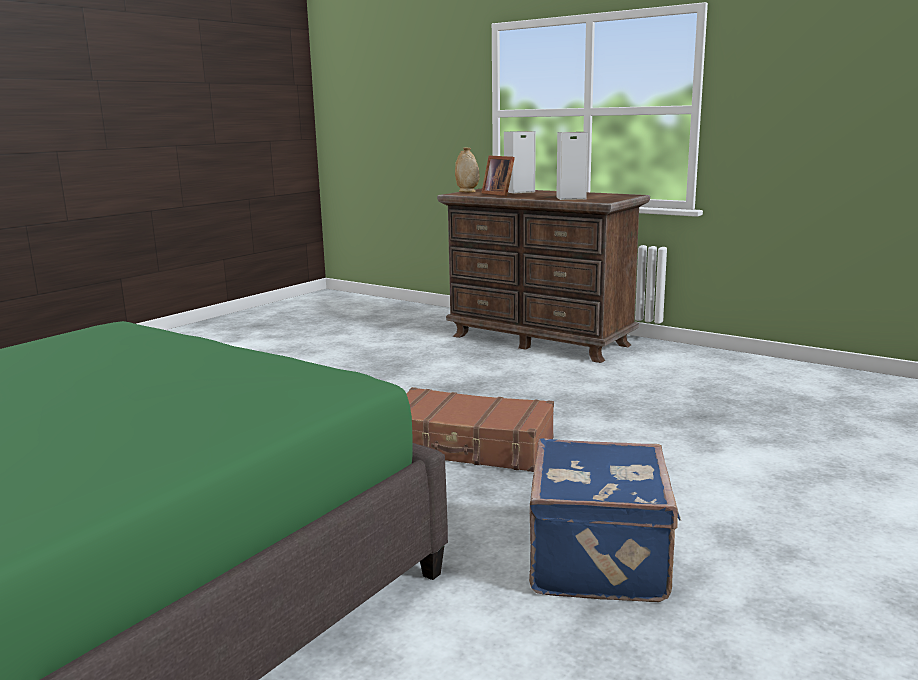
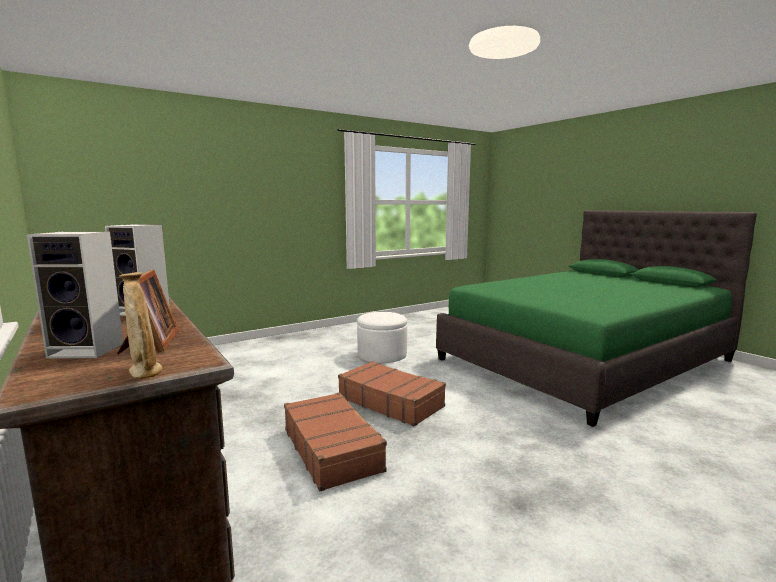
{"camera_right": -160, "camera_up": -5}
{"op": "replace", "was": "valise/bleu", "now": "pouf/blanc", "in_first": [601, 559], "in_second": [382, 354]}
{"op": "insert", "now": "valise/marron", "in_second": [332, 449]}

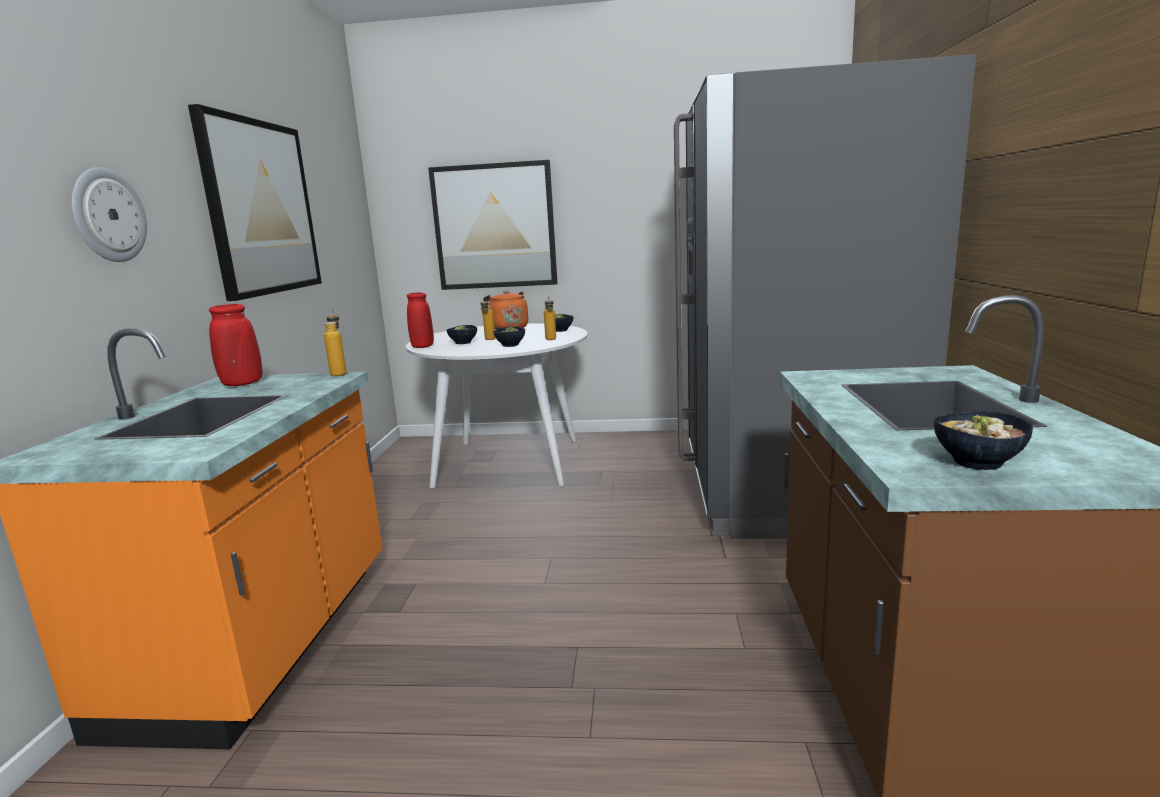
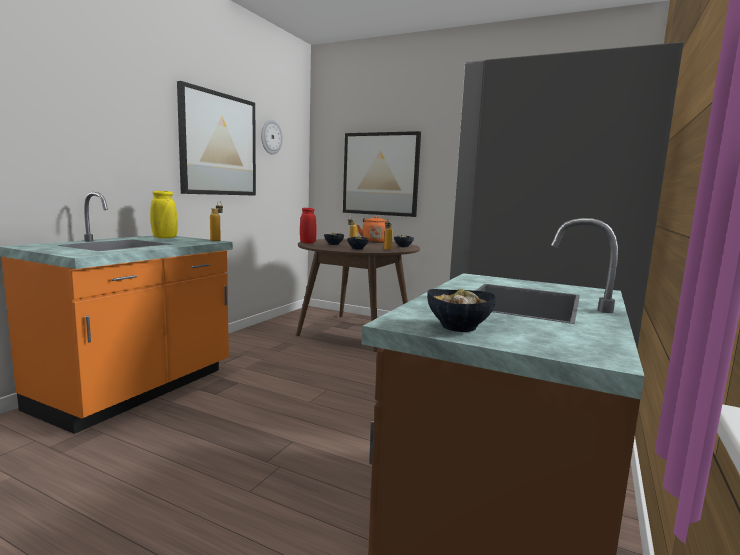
{"camera_right": 20, "camera_up": -5}
{"op": "move", "was": "horloge murale", "in_first": [108, 215], "in_second": [271, 137]}
{"op": "recolor", "was": "vase/rouge", "now": "vase/jaune", "in_first": [242, 384], "in_second": [164, 238]}
{"op": "recolor", "was": "table à manger/blanc", "now": "table à manger/marron", "in_first": [509, 463], "in_second": [356, 332]}

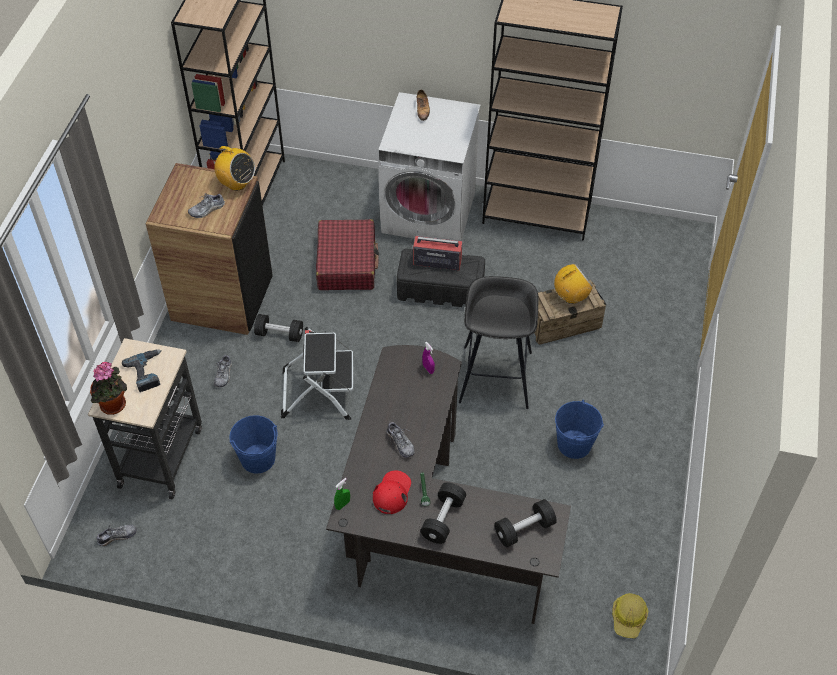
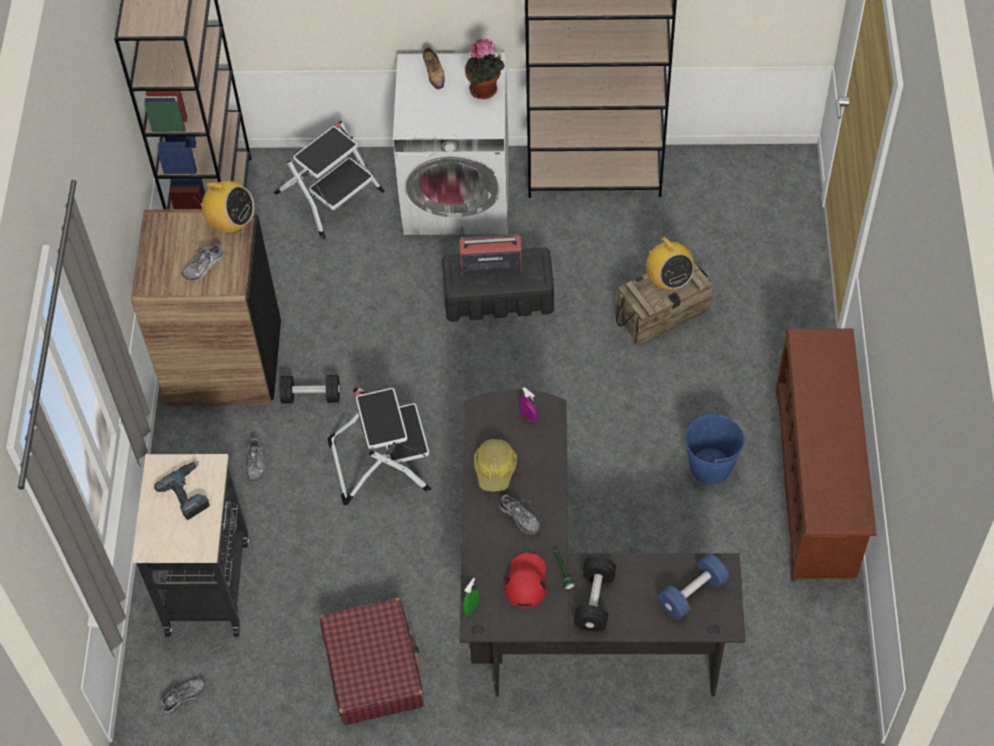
{"camera_right": -10, "camera_up": 5}
{"op": "move", "was": "valise/rouge", "in_first": [347, 263], "in_second": [373, 668]}
{"op": "rotate", "was": "radio", "in_first": [571, 297], "in_second": [668, 280], "clockwise": 105}
{"op": "delete", "was": "tabouret/noir", "in_first": [496, 377]}
{"op": "move", "was": "plante en pot", "in_first": [114, 406], "in_second": [485, 91]}
{"op": "delete", "was": "seau/bleu", "in_first": [258, 459]}
{"op": "recolor", "was": "haltère/noir", "now": "haltère/bleu", "in_first": [524, 529], "in_second": [692, 593]}
{"op": "move", "was": "casque de chantier", "in_first": [628, 617], "in_second": [495, 468]}
{"op": "insert", "now": "escabeau", "in_second": [328, 194]}
{"op": "insert", "now": "étagère à chaussures/marron", "in_second": [817, 483]}

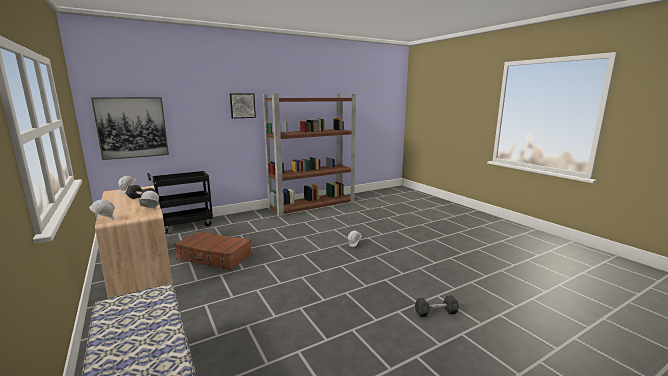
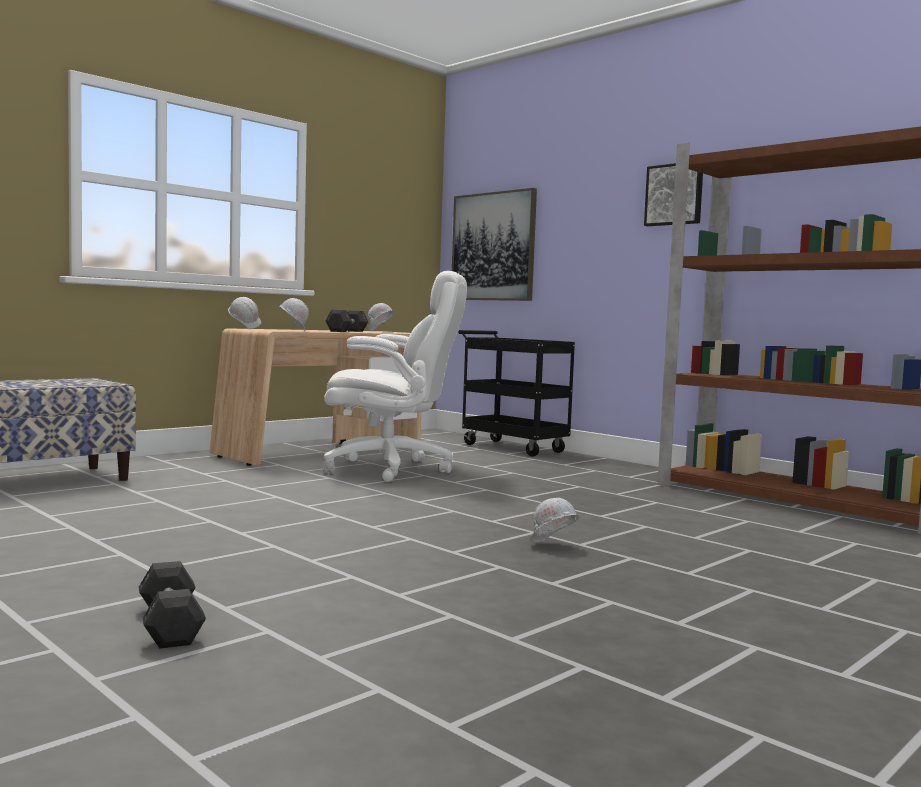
{"camera_right": 75, "camera_up": -10}
{"op": "replace", "was": "valise/marron", "now": "chaise de bureau/blanc", "in_first": [214, 257], "in_second": [394, 470]}

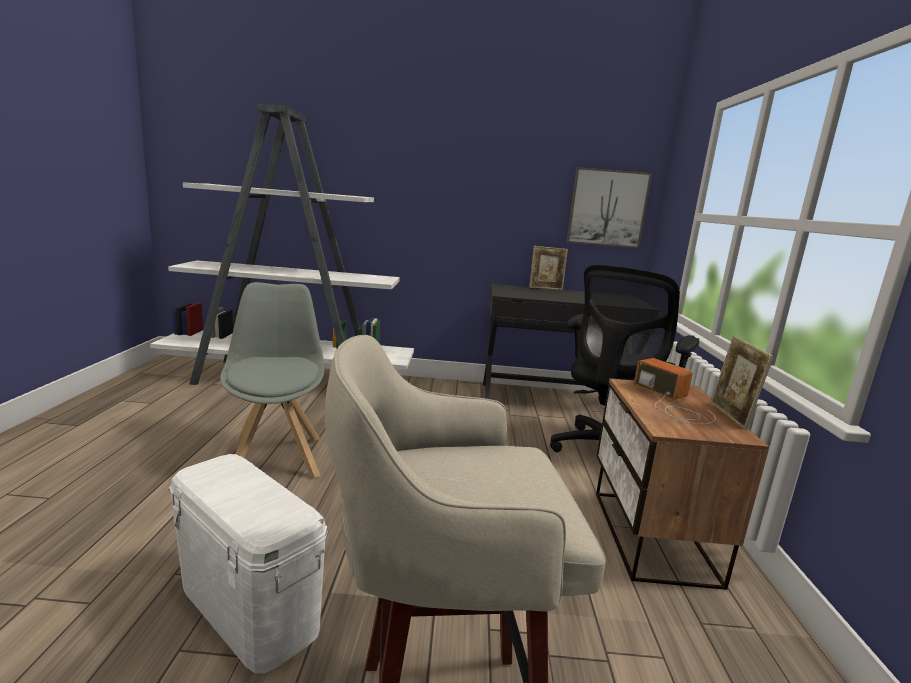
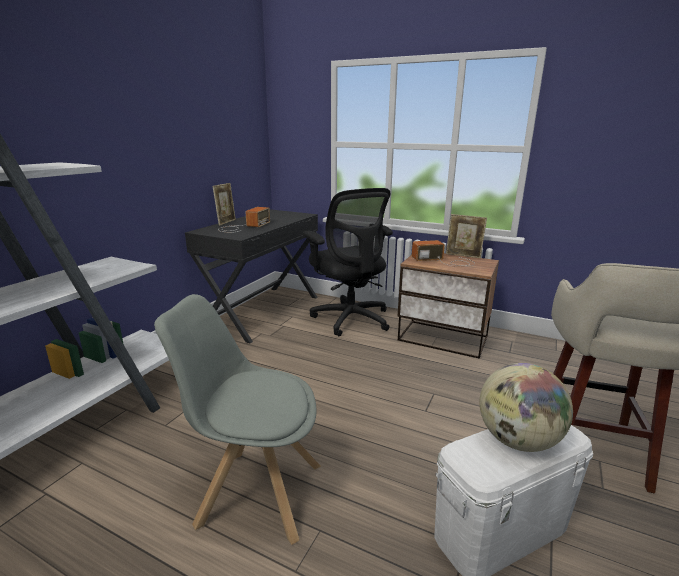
{"camera_right": -65, "camera_up": 5}
{"op": "delete", "was": "tableau", "in_first": [607, 208]}
{"op": "insert", "now": "radio", "in_second": [243, 227]}
{"op": "insert", "now": "globe", "in_second": [517, 440]}

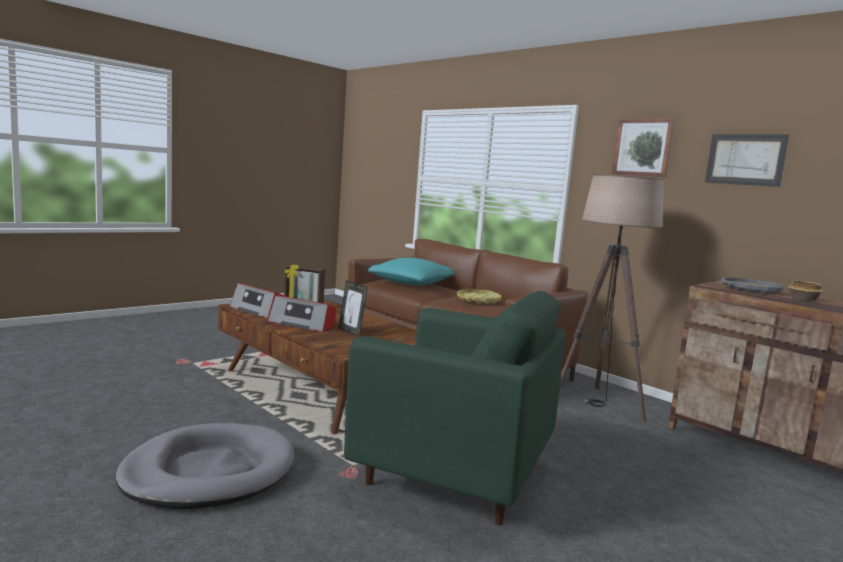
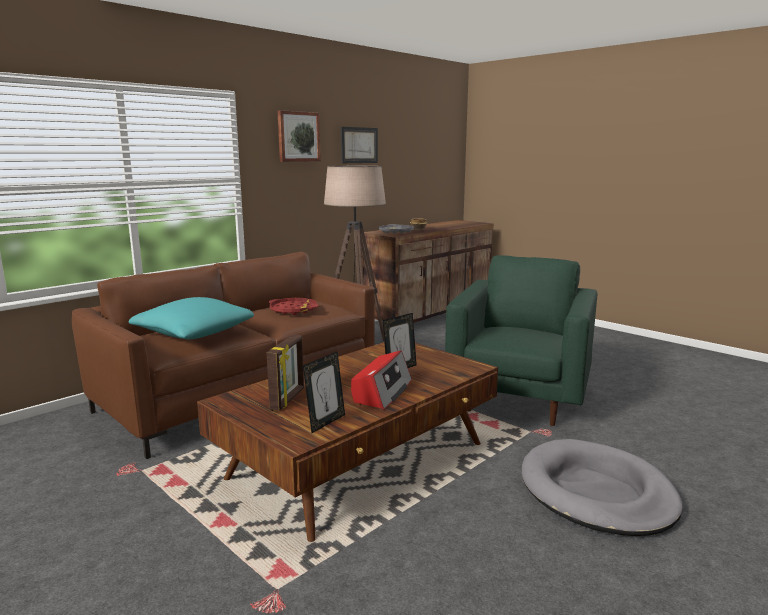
{"camera_right": -90, "camera_up": 5}
{"op": "replace", "was": "radio", "now": "cadre photo", "in_first": [259, 310], "in_second": [325, 422]}
{"op": "recolor", "was": "plateau/jaune", "now": "plateau/rouge", "in_first": [478, 300], "in_second": [293, 310]}

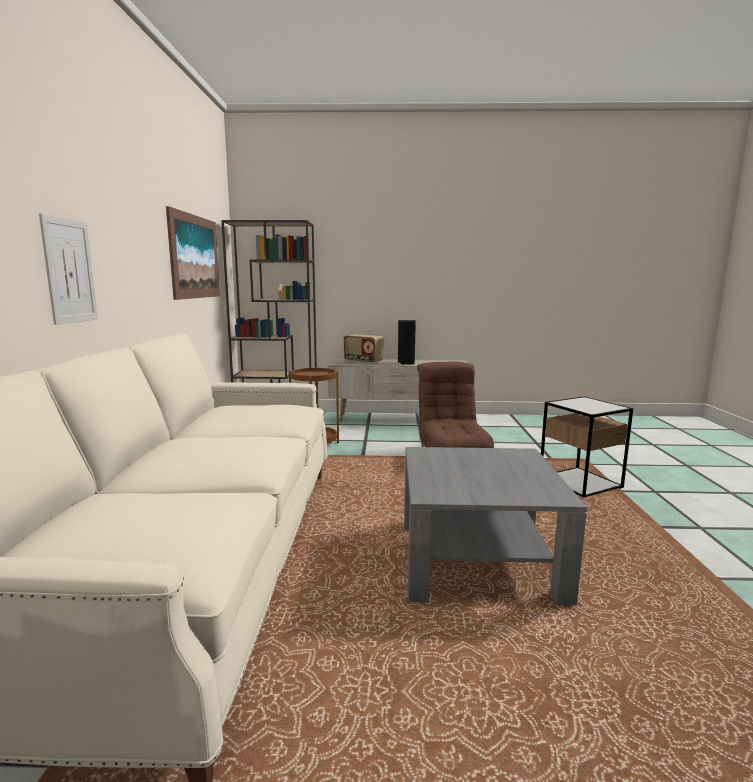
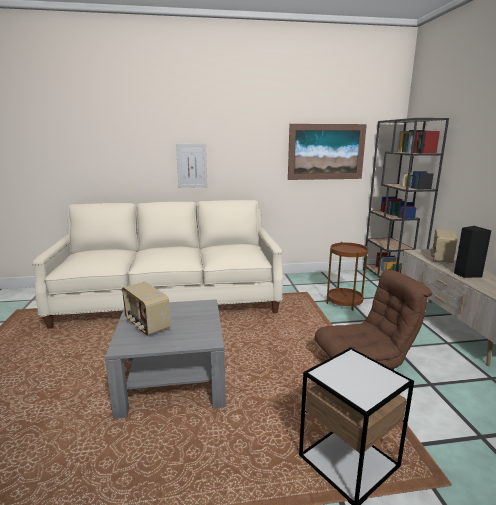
{"camera_right": 80, "camera_up": 5}
{"op": "insert", "now": "radio", "in_second": [146, 325]}

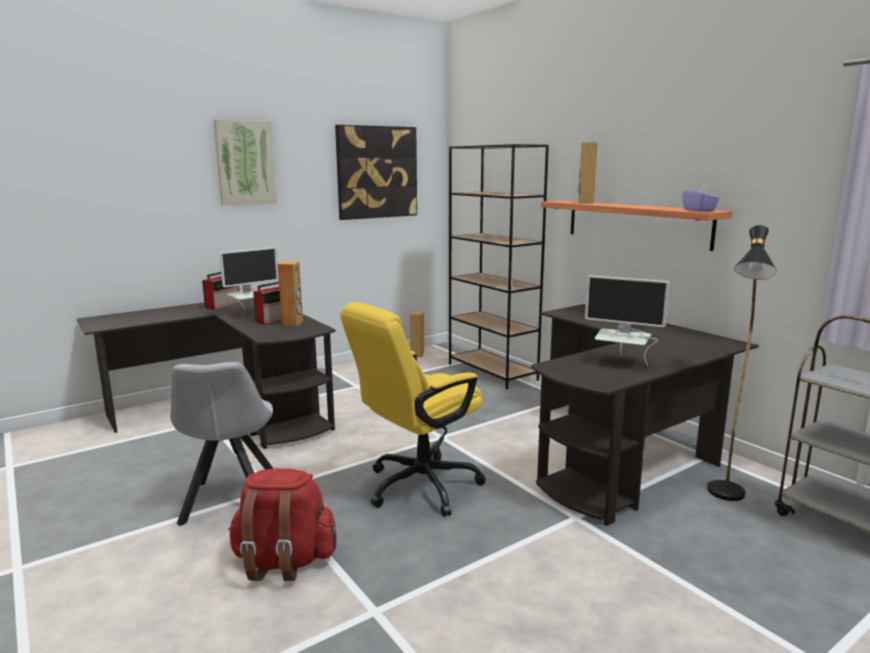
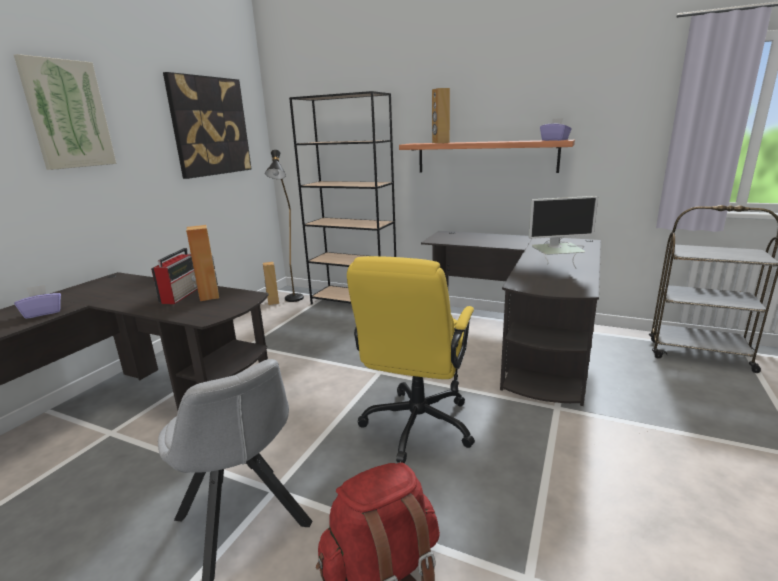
{"camera_right": -30, "camera_up": 5}
{"op": "move", "was": "lampadaire/noir", "in_first": [725, 498], "in_second": [293, 301]}
{"op": "delete", "was": "écran d'ordinateur", "in_first": [252, 314]}
{"op": "delete", "was": "radio", "in_first": [224, 305]}
{"op": "insert", "now": "boîte à mouchoirs/violet", "in_second": [43, 313]}

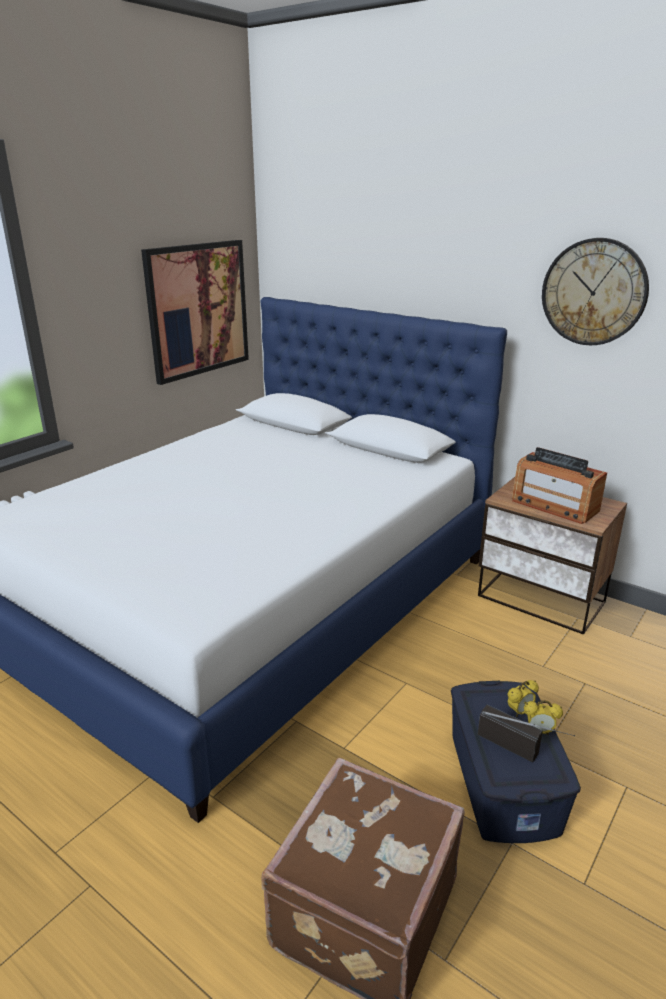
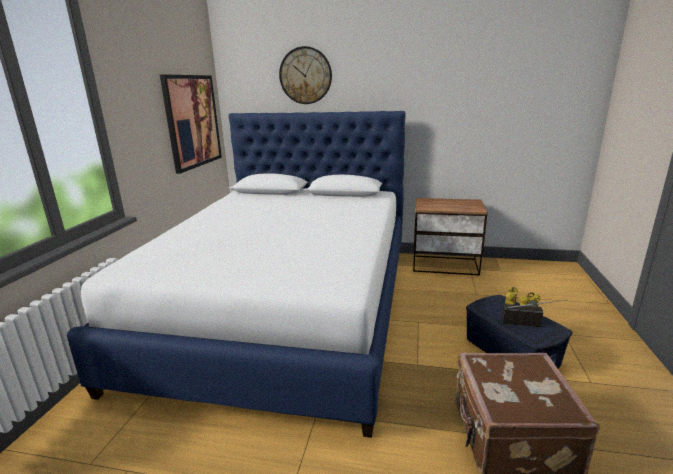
{"camera_right": -25, "camera_up": -5}
{"op": "move", "was": "horloge murale", "in_first": [594, 292], "in_second": [305, 75]}
{"op": "delete", "was": "radio", "in_first": [554, 506]}

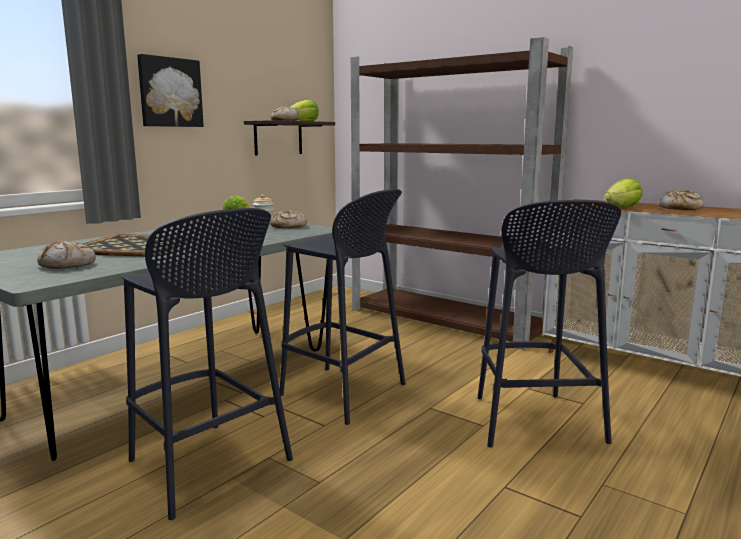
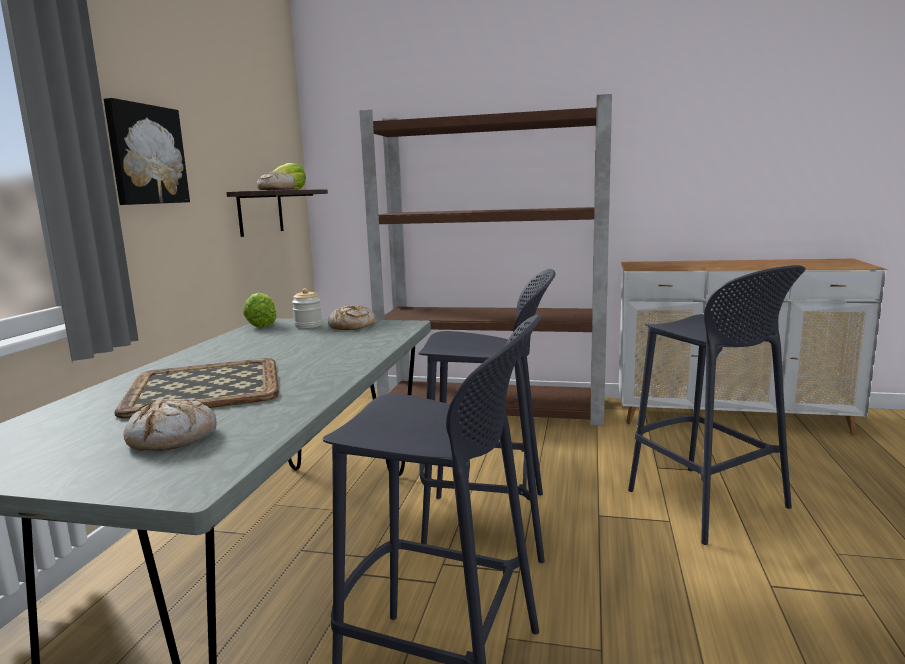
{"camera_right": -25, "camera_up": 0}
{"op": "delete", "was": "laitue", "in_first": [621, 207]}
{"op": "delete", "was": "pain", "in_first": [680, 208]}

